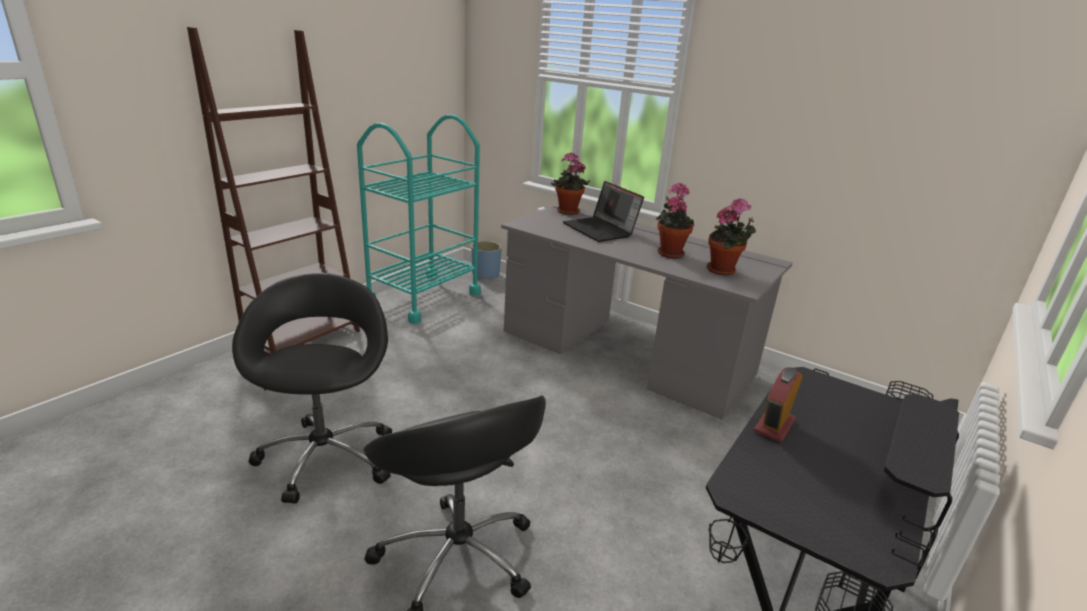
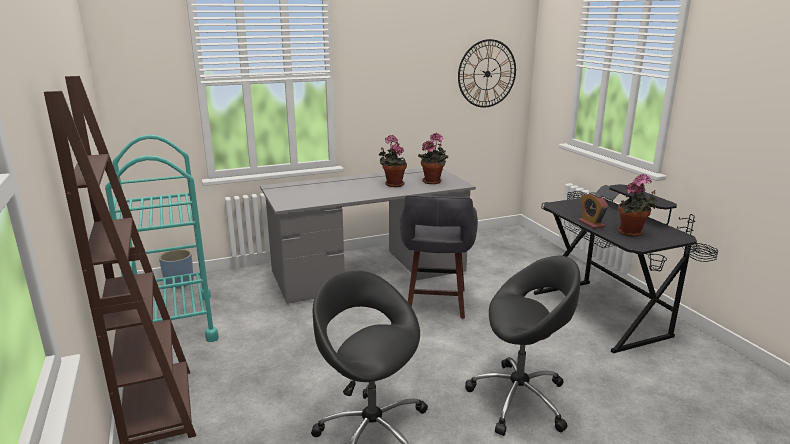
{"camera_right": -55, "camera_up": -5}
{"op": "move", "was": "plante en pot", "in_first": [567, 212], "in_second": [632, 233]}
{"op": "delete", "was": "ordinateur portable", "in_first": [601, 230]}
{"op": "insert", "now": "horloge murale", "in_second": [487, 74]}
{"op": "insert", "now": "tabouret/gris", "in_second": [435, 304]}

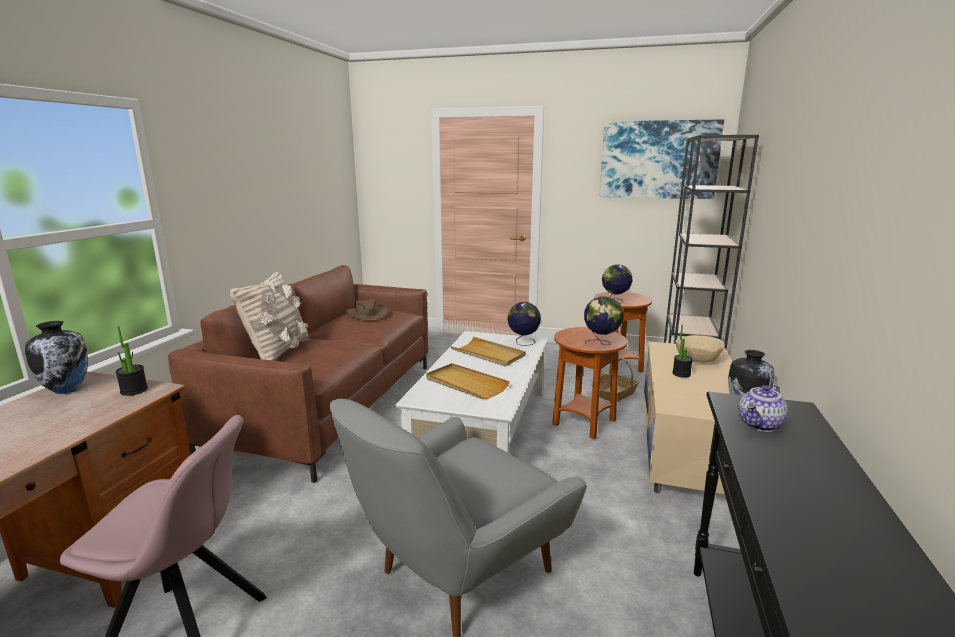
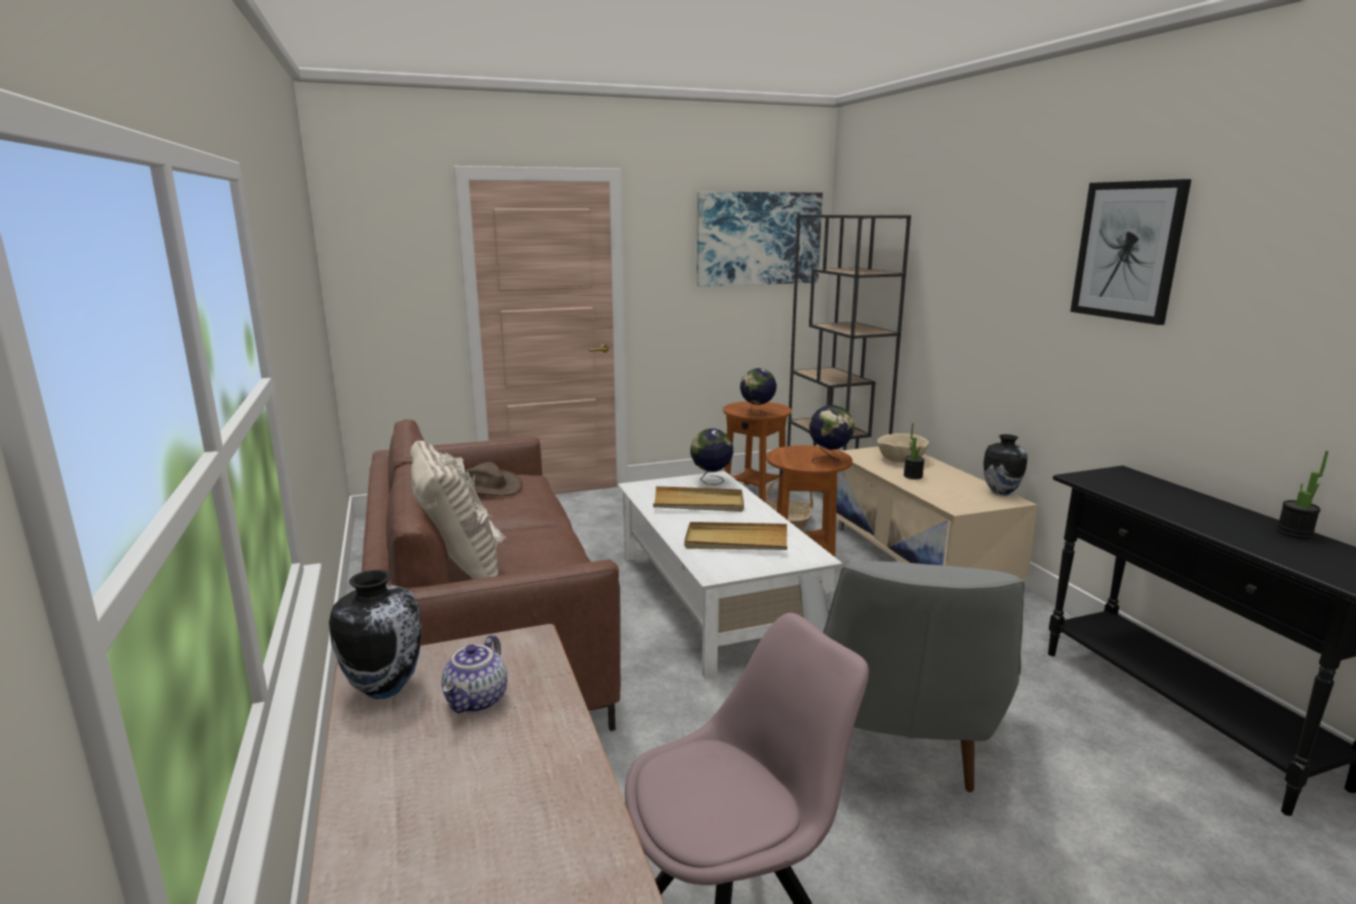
{"camera_right": -35, "camera_up": 0}
{"op": "move", "was": "plante en pot", "in_first": [134, 390], "in_second": [1294, 533]}
{"op": "move", "was": "théière", "in_first": [760, 425], "in_second": [478, 701]}
{"op": "insert", "now": "tableau", "in_second": [1128, 251]}

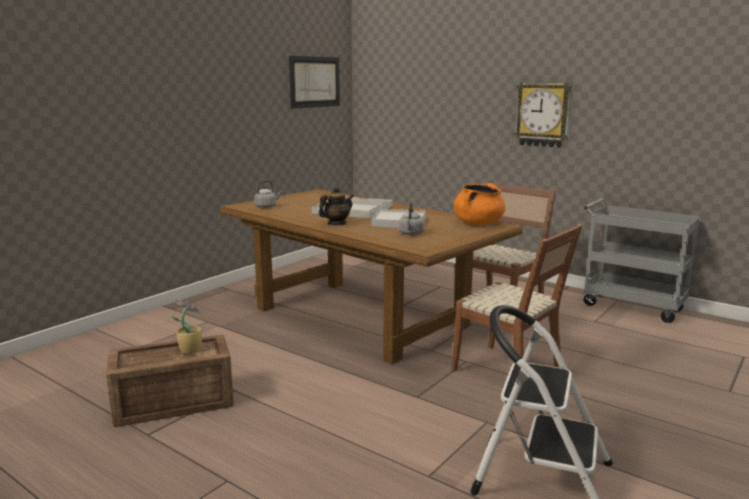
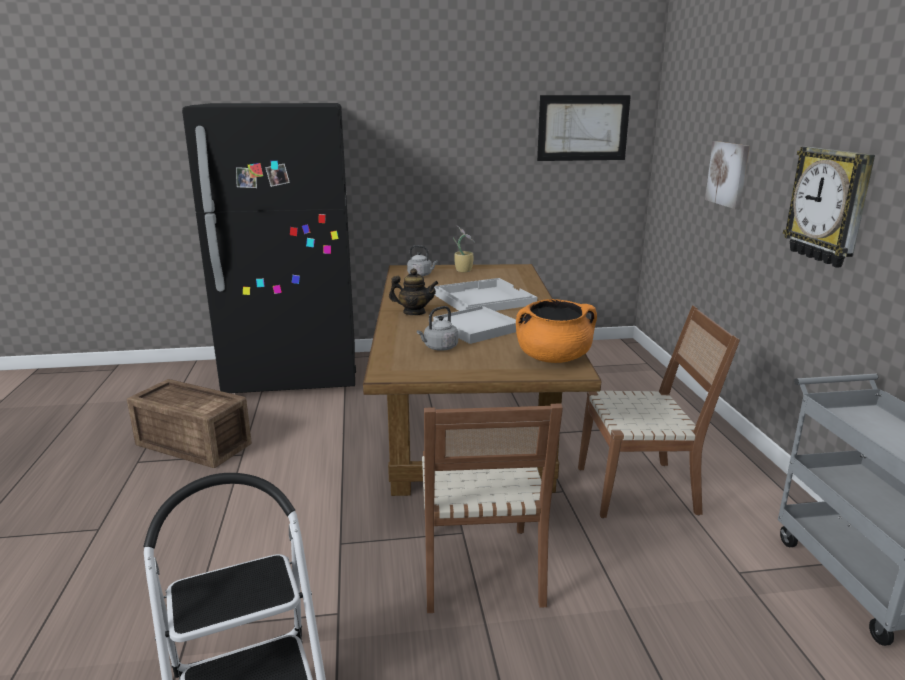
{"camera_right": 45, "camera_up": 5}
{"op": "move", "was": "plante en pot", "in_first": [190, 350], "in_second": [463, 270]}
{"op": "insert", "now": "réfrigérateur/noir", "in_second": [294, 375]}
{"op": "insert", "now": "tableau", "in_second": [728, 174]}

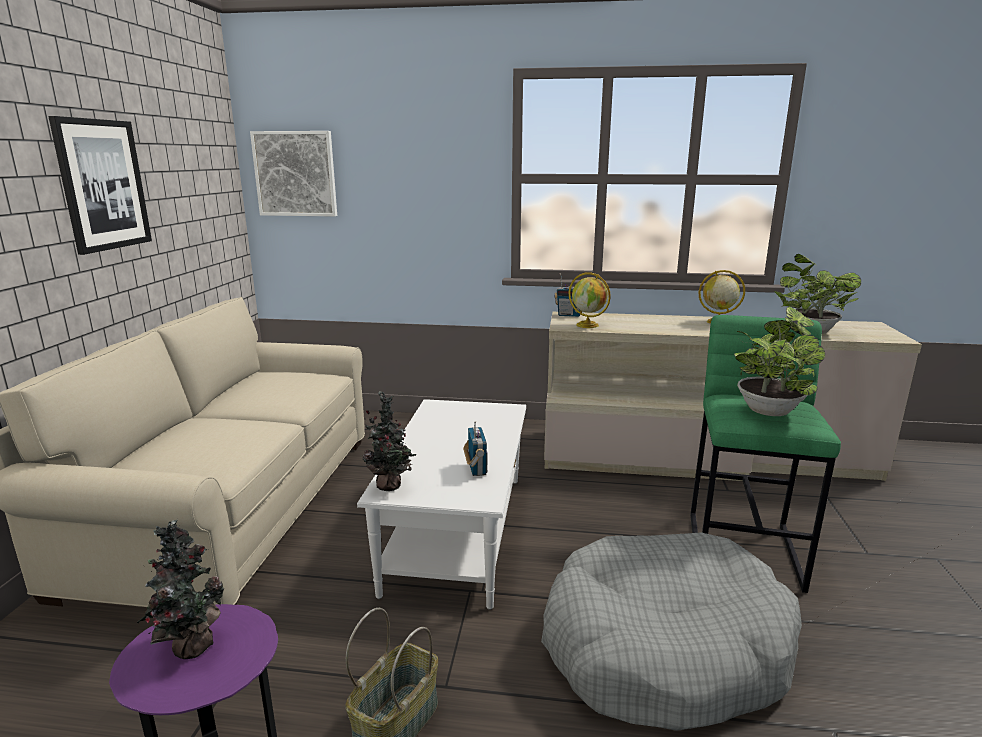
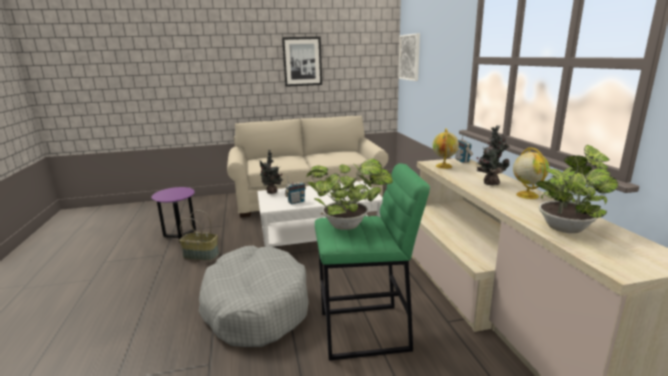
{"camera_right": 70, "camera_up": 0}
{"op": "move", "was": "plante en pot", "in_first": [189, 647], "in_second": [490, 183]}

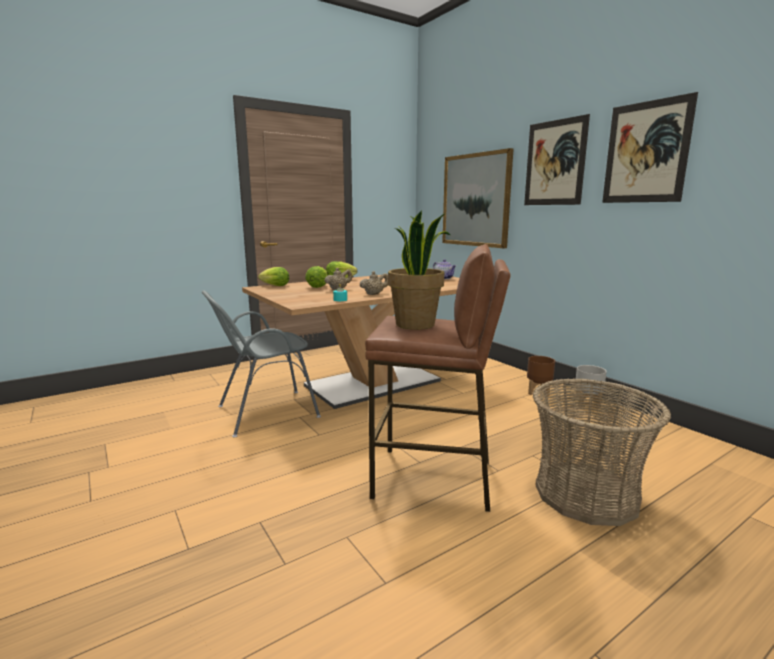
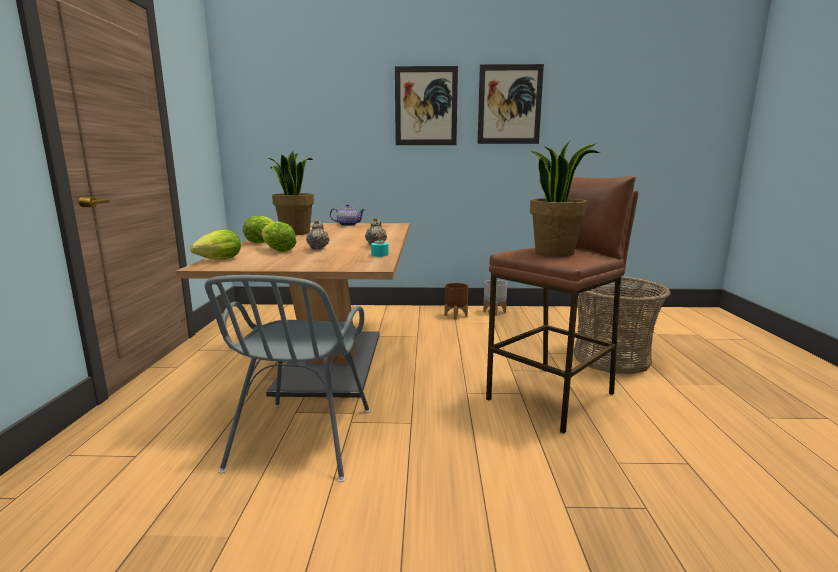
{"camera_right": -55, "camera_up": 0}
{"op": "delete", "was": "tableau", "in_first": [476, 200]}
{"op": "insert", "now": "plante en pot", "in_second": [295, 233]}

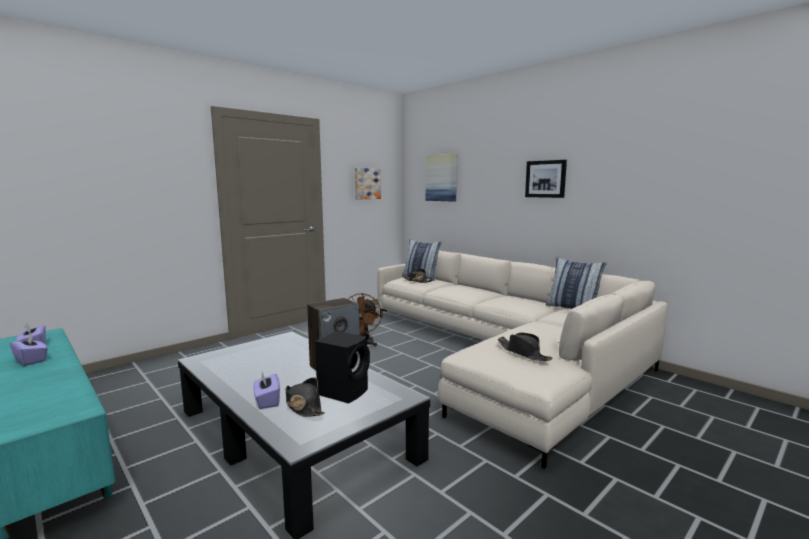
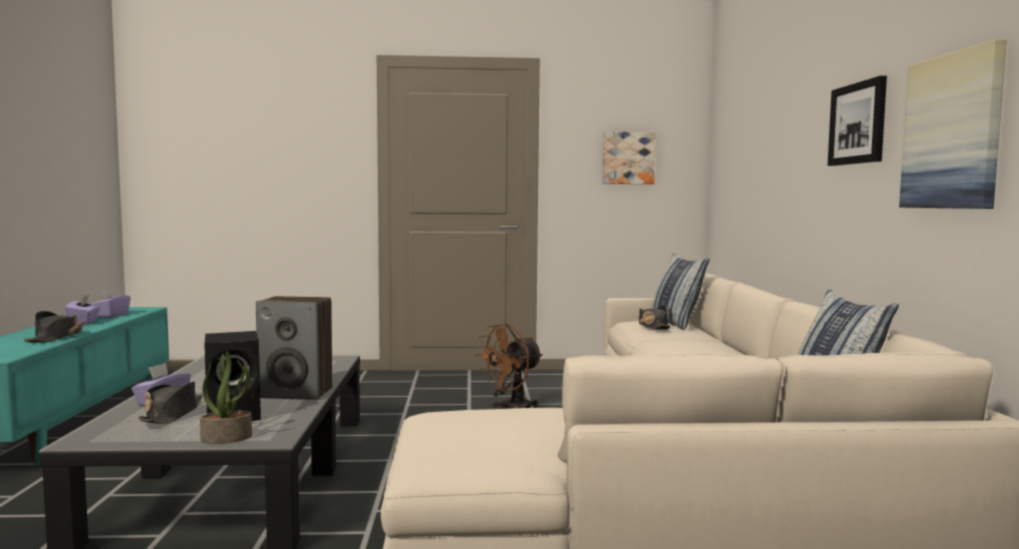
{"camera_right": 40, "camera_up": -5}
{"op": "move", "was": "tableau", "in_first": [441, 178], "in_second": [952, 131]}
{"op": "move", "was": "chapeau/noir", "in_first": [523, 353], "in_second": [56, 337]}
{"op": "insert", "now": "plante en pot", "in_second": [227, 438]}

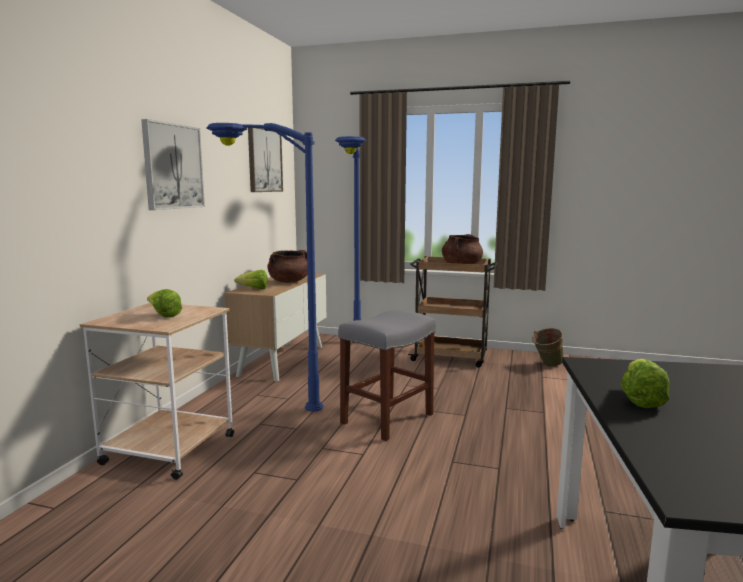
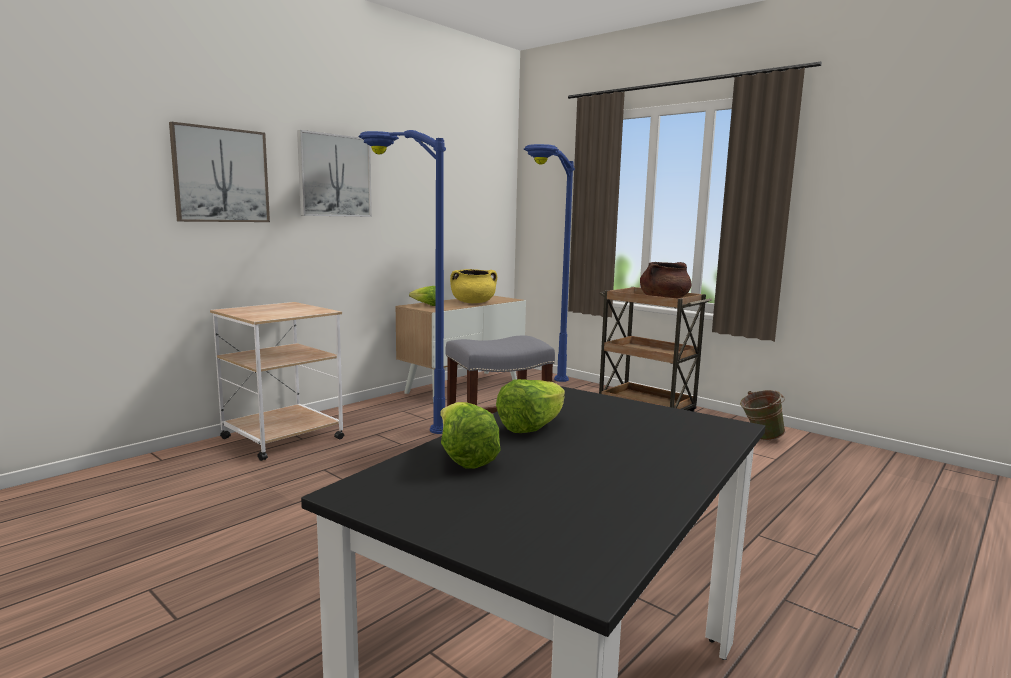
{"camera_right": 25, "camera_up": 0}
{"op": "move", "was": "tableau", "in_first": [264, 160], "in_second": [221, 175]}
{"op": "recolor", "was": "marmite/marron", "now": "marmite/jaune", "in_first": [289, 282], "in_second": [473, 303]}
{"op": "move", "was": "laitue", "in_first": [163, 315], "in_second": [464, 457]}

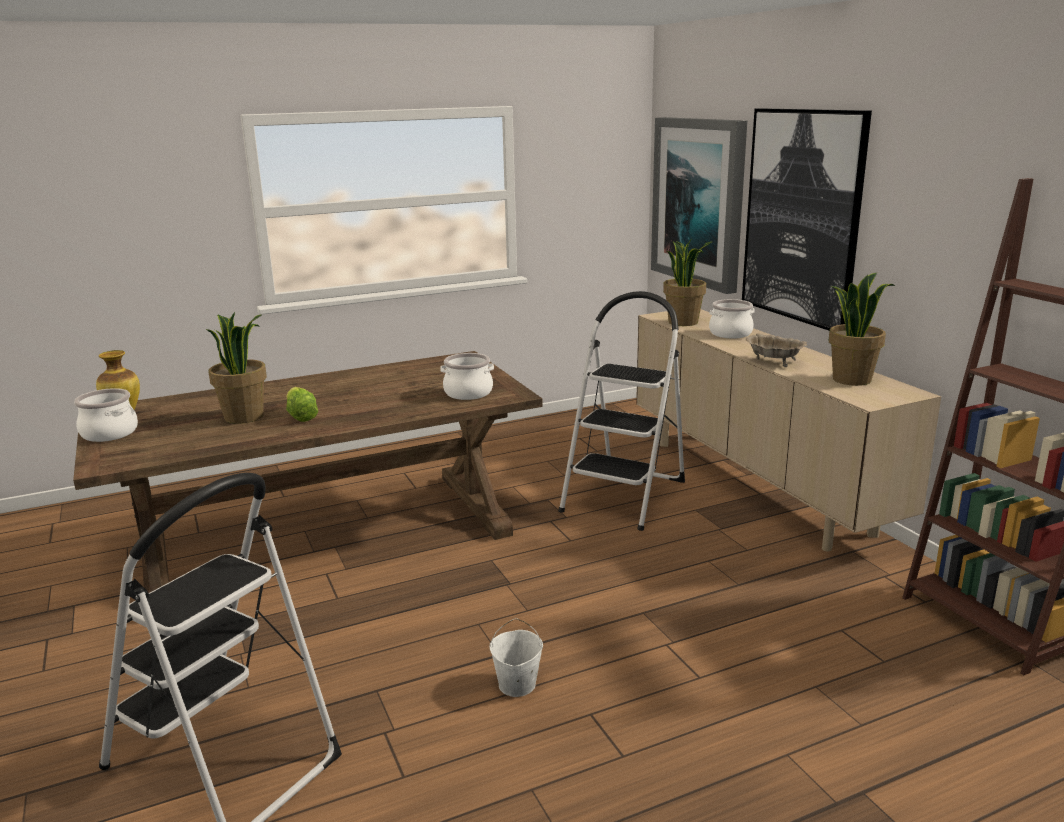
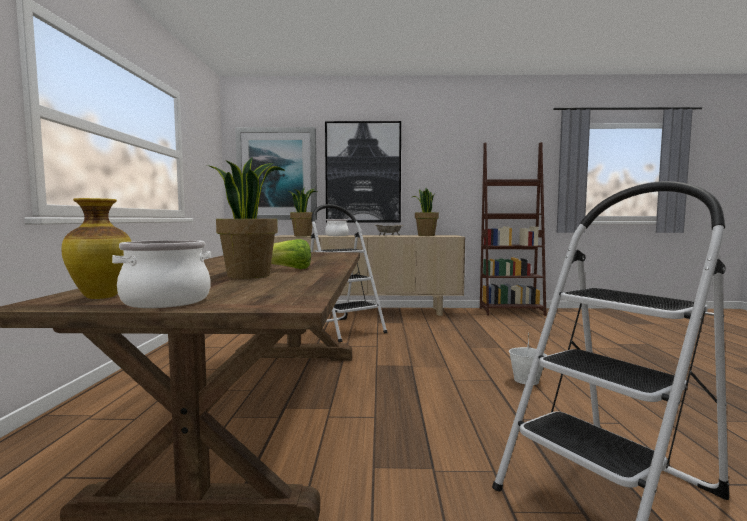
{"camera_right": -65, "camera_up": -15}
{"op": "delete", "was": "marmite", "in_first": [468, 393]}

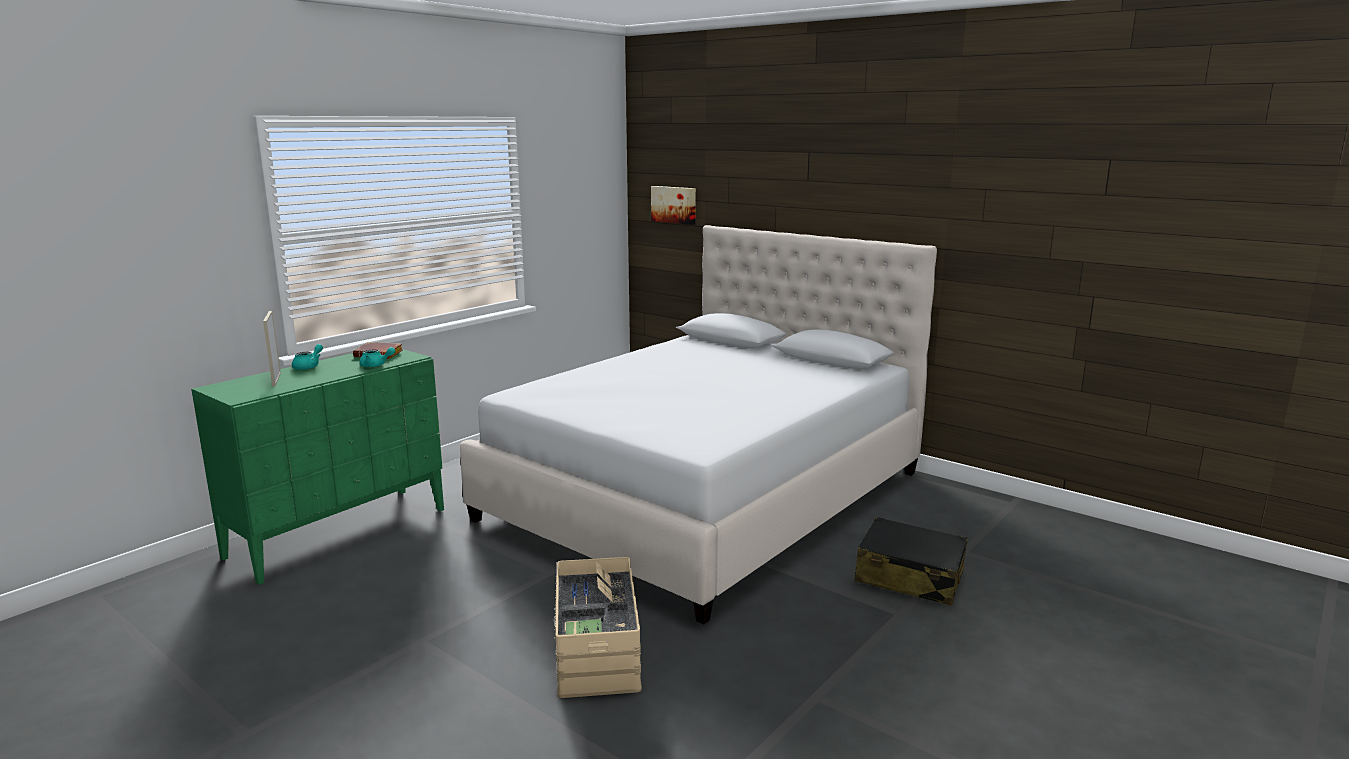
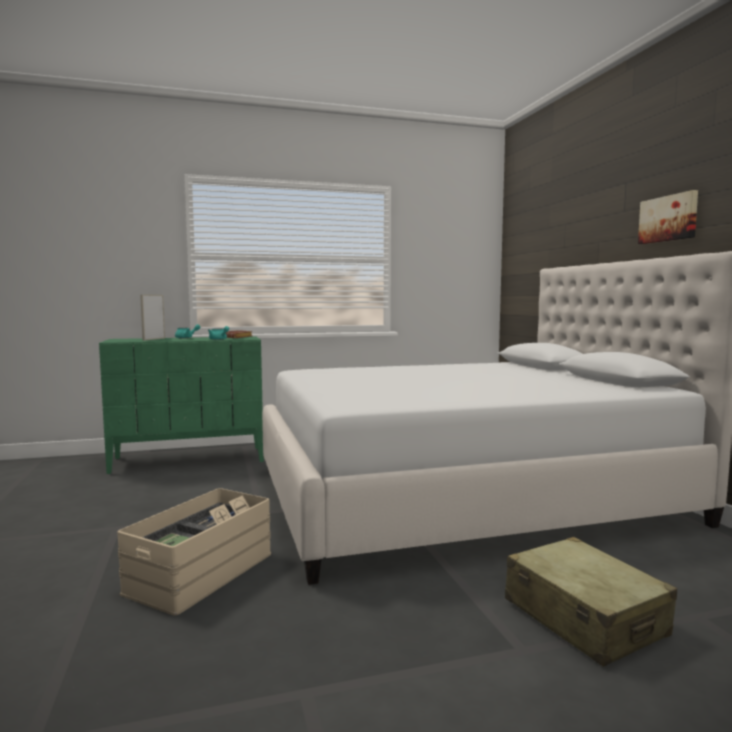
{"camera_right": 35, "camera_up": -10}
{"op": "move", "was": "tableau", "in_first": [674, 204], "in_second": [668, 218]}
{"op": "recolor", "was": "valise/noir", "now": "valise/beige", "in_first": [909, 577], "in_second": [584, 618]}

